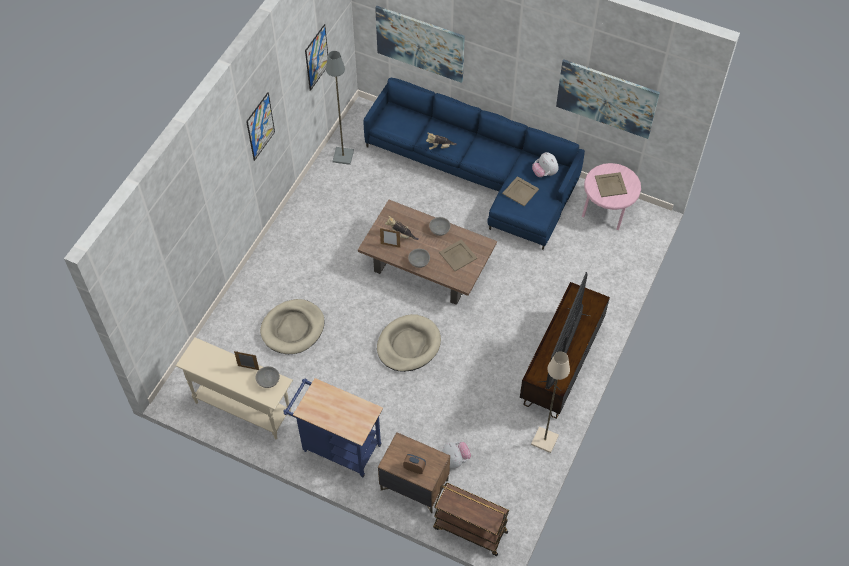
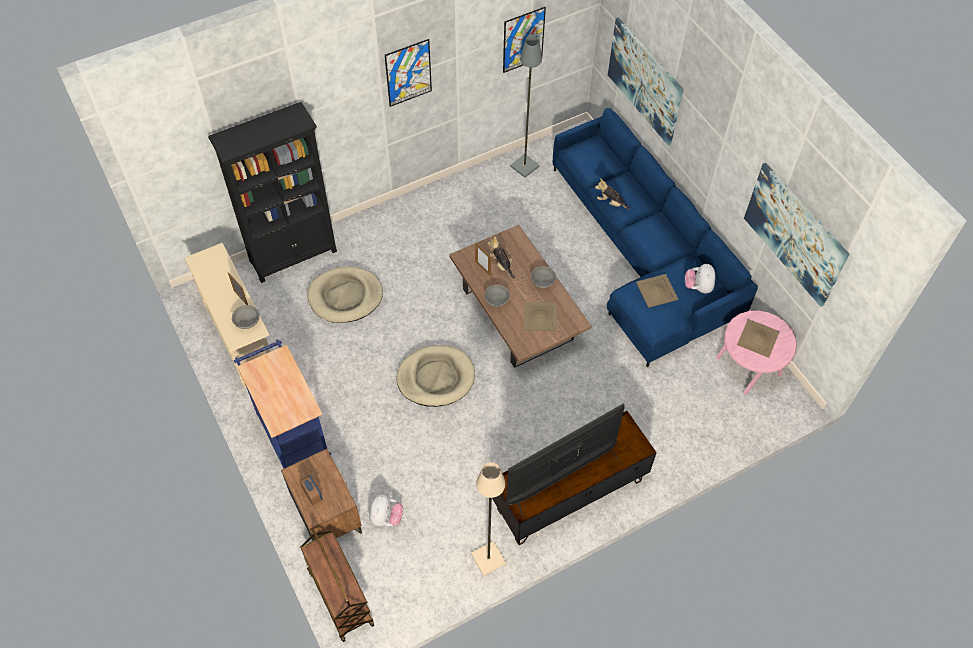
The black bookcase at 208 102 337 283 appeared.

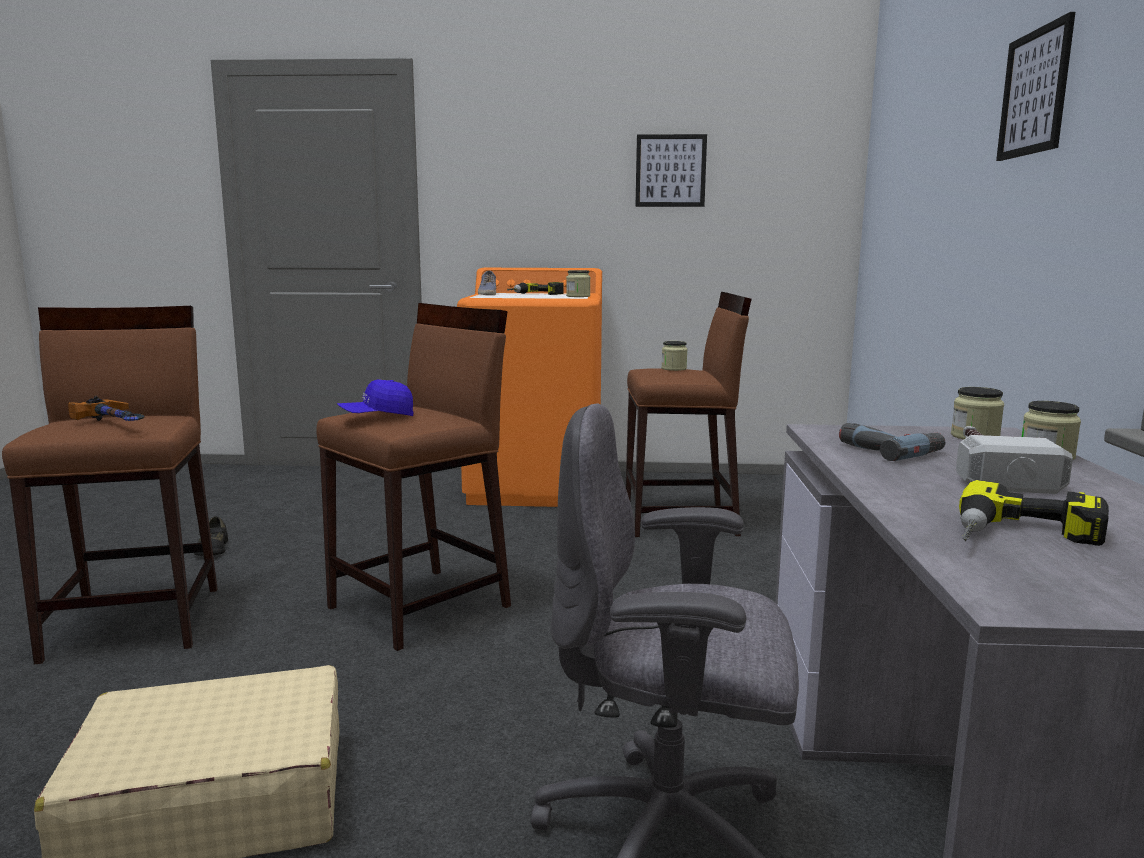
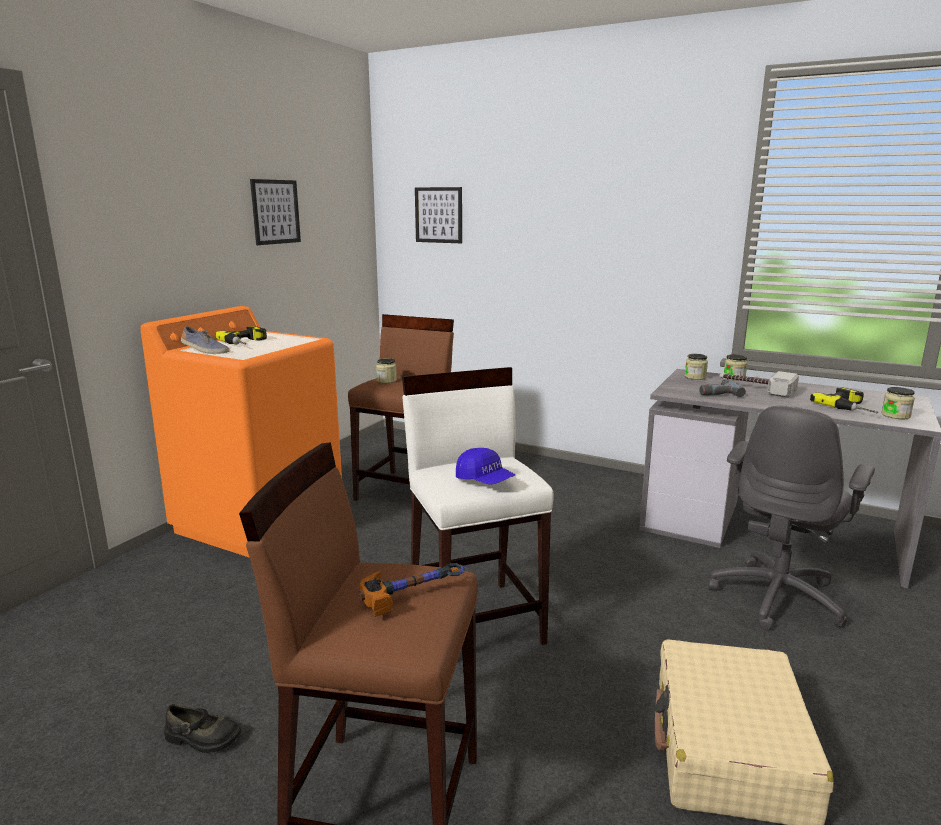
The brown stool at 316 303 511 651 became the white stool at 402 367 554 645. The picture moved from 996 12 1075 161 to 415 187 462 243. The blue cap at 337 379 413 416 turned 45 degrees counterclockwise. The jar moved from 566 270 590 297 to 881 387 915 419.

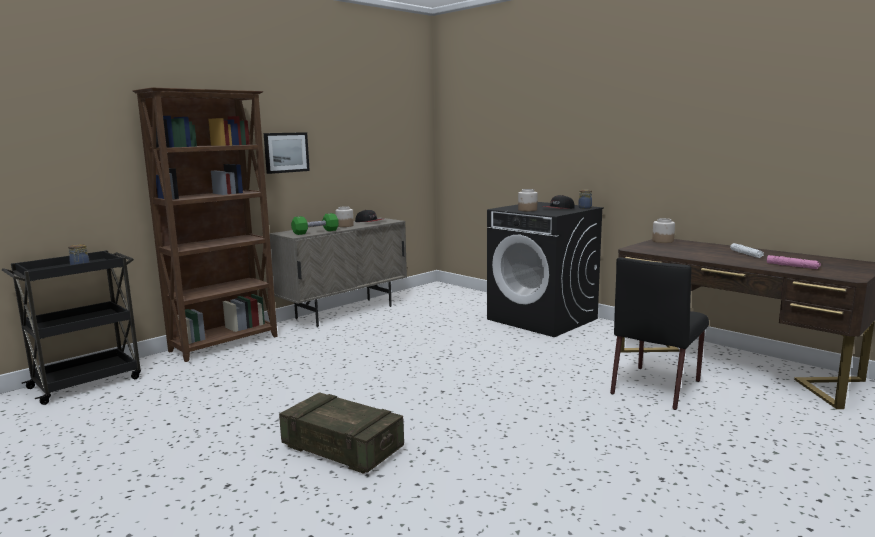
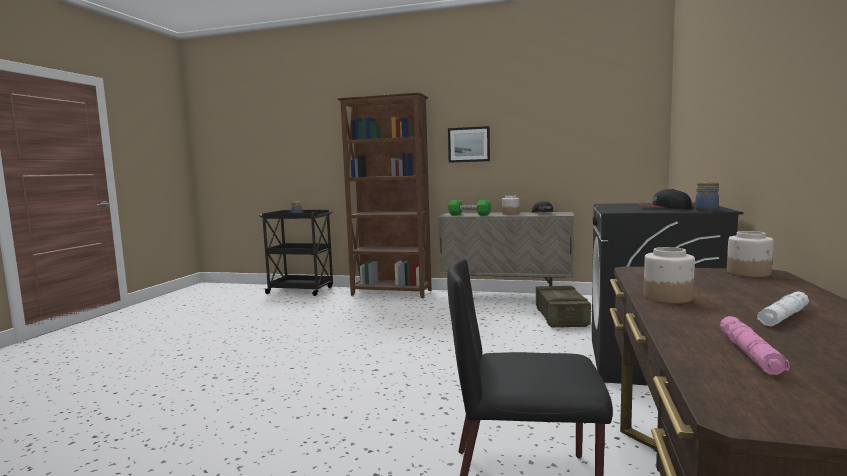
The crate moved from 279 392 404 474 to 536 286 591 327. The jar moved from 518 189 538 211 to 644 247 695 303.

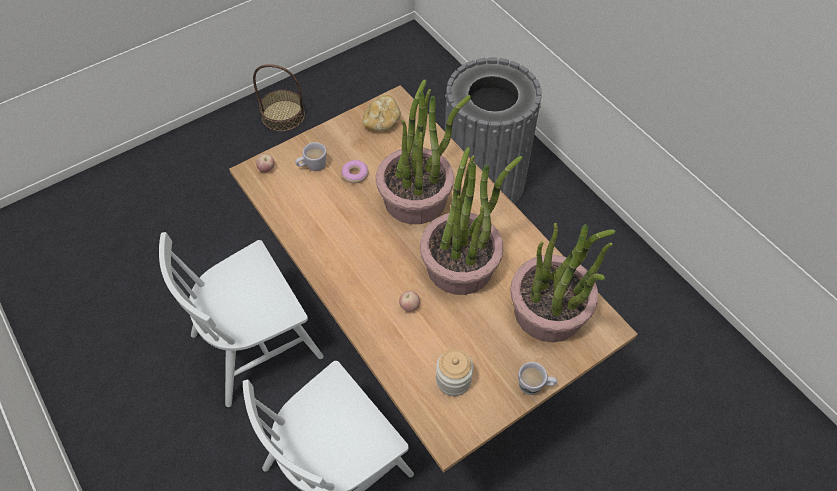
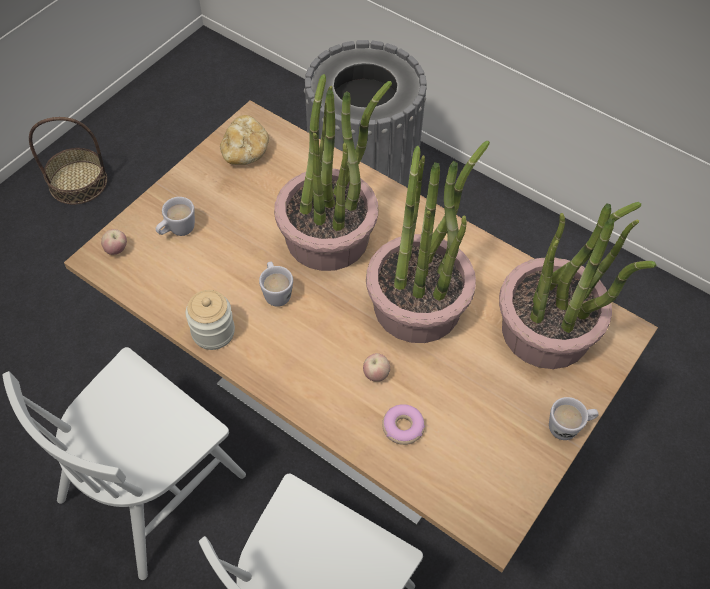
The jar moved from 436 349 473 396 to 186 290 235 350. The white mug at 259 262 293 307 appeared. The donut moved from 341 160 369 184 to 382 404 425 445.

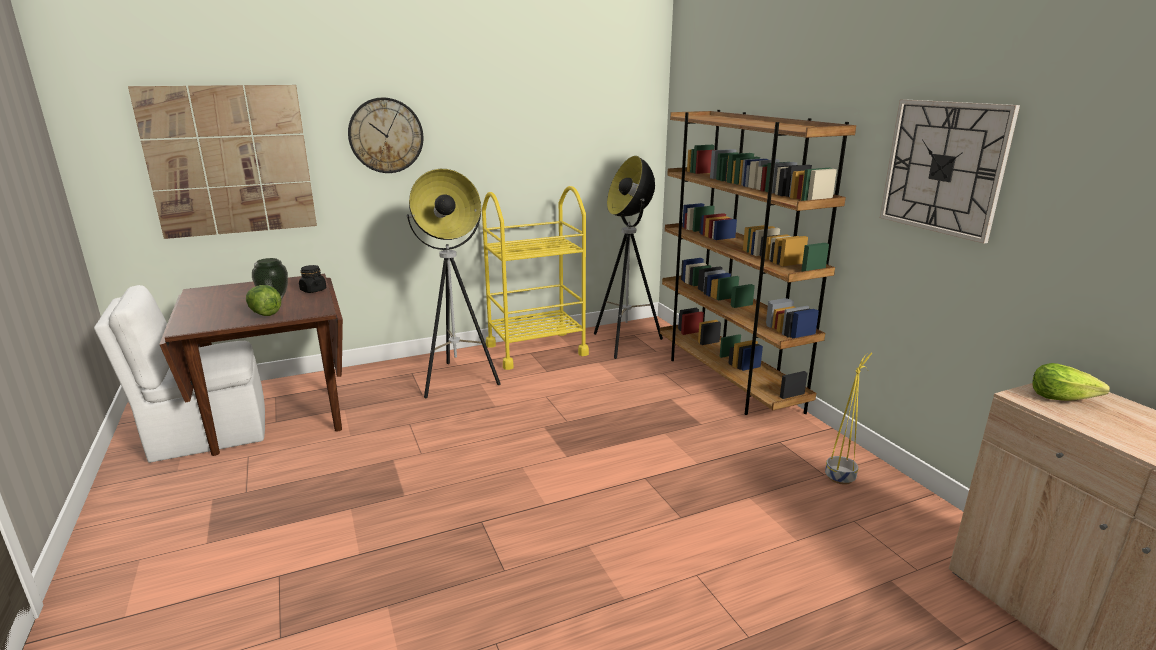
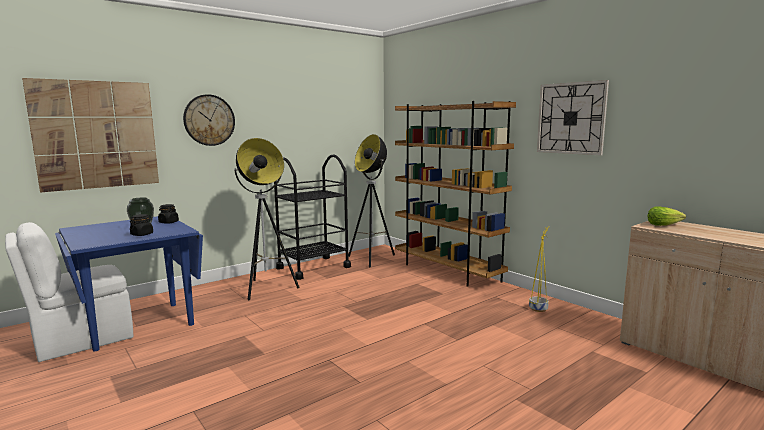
The brown dining table at 159 274 343 456 became the blue dining table at 55 216 203 352. The lettuce at 246 285 281 316 was replaced by the black jar at 130 214 153 236. The yellow cart at 482 186 589 370 became the black cart at 274 154 351 280.

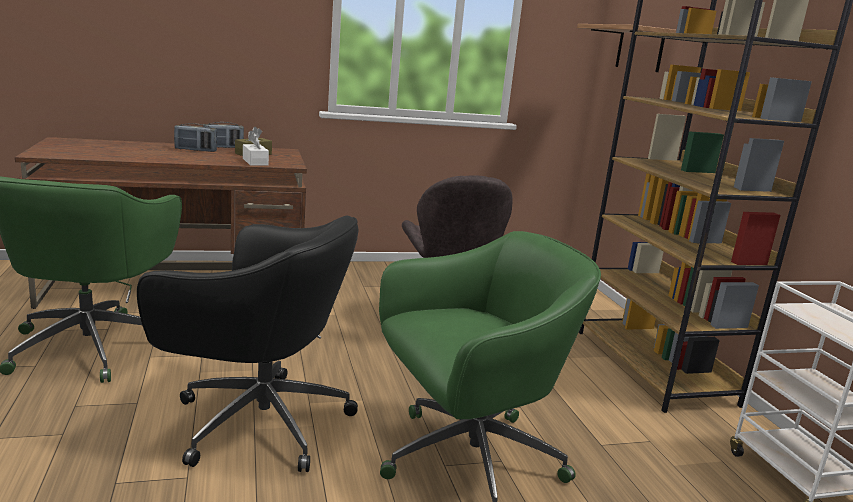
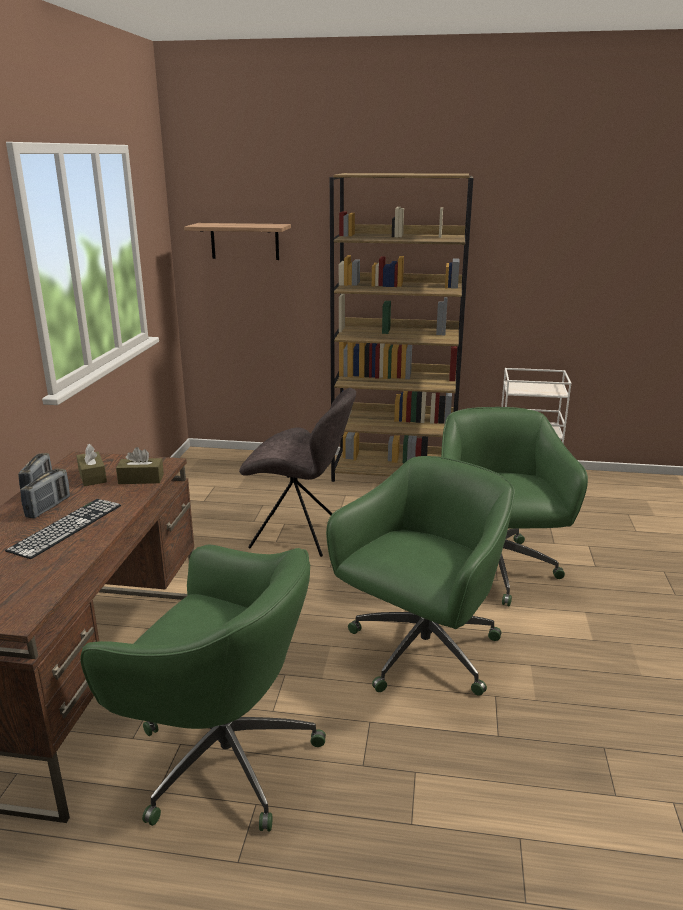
The keyboard at 5 499 121 559 appeared. The white tissue box at 243 133 269 166 became the brown tissue box at 116 447 164 484. The black office chair at 137 215 359 472 became the green office chair at 326 456 515 696.

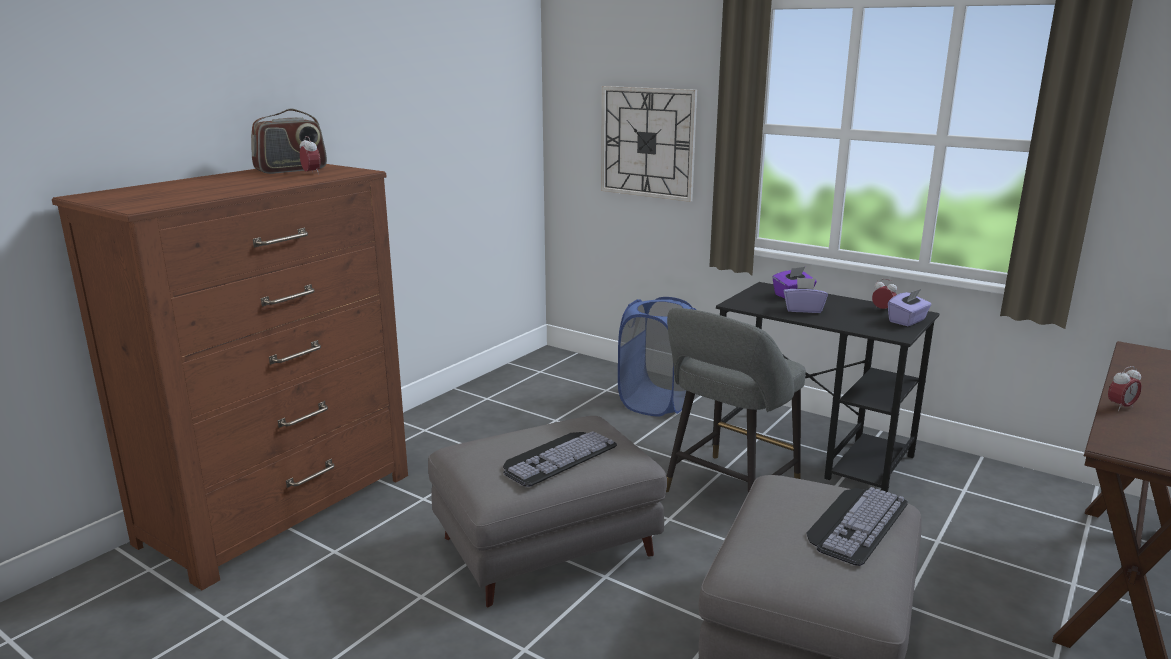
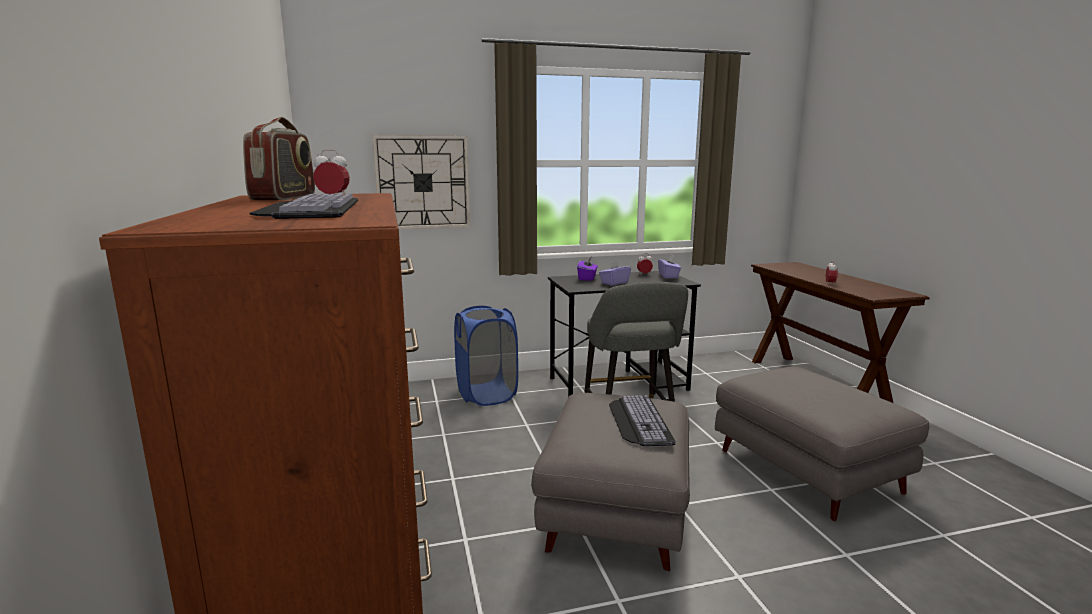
The keyboard moved from 806 487 908 566 to 249 193 358 219.

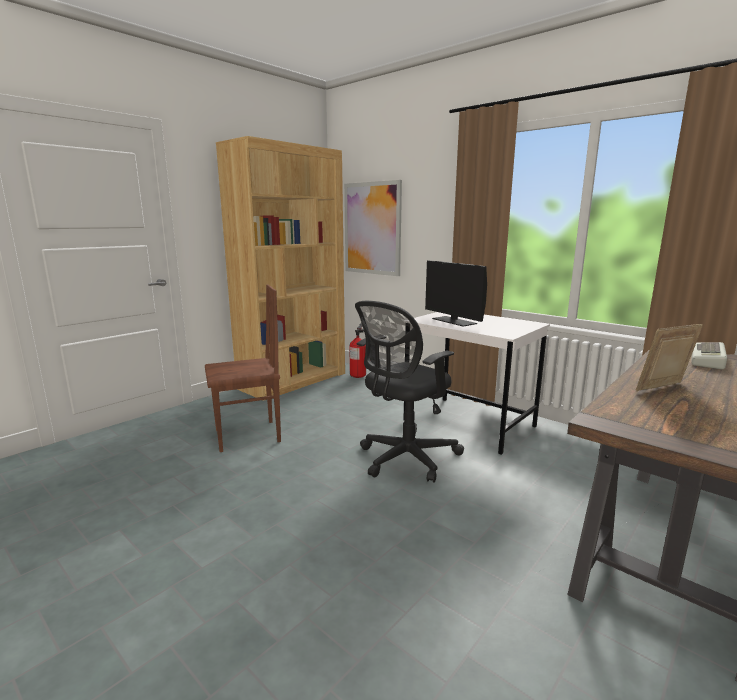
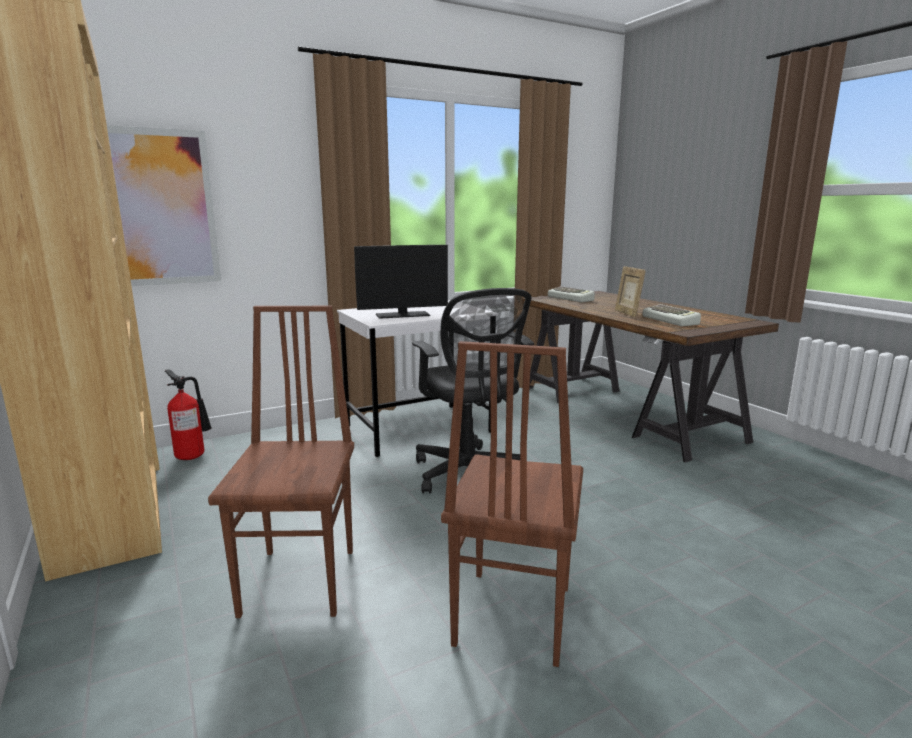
The brown chair at 441 341 583 667 appeared. The keyboard at 642 304 701 327 appeared.

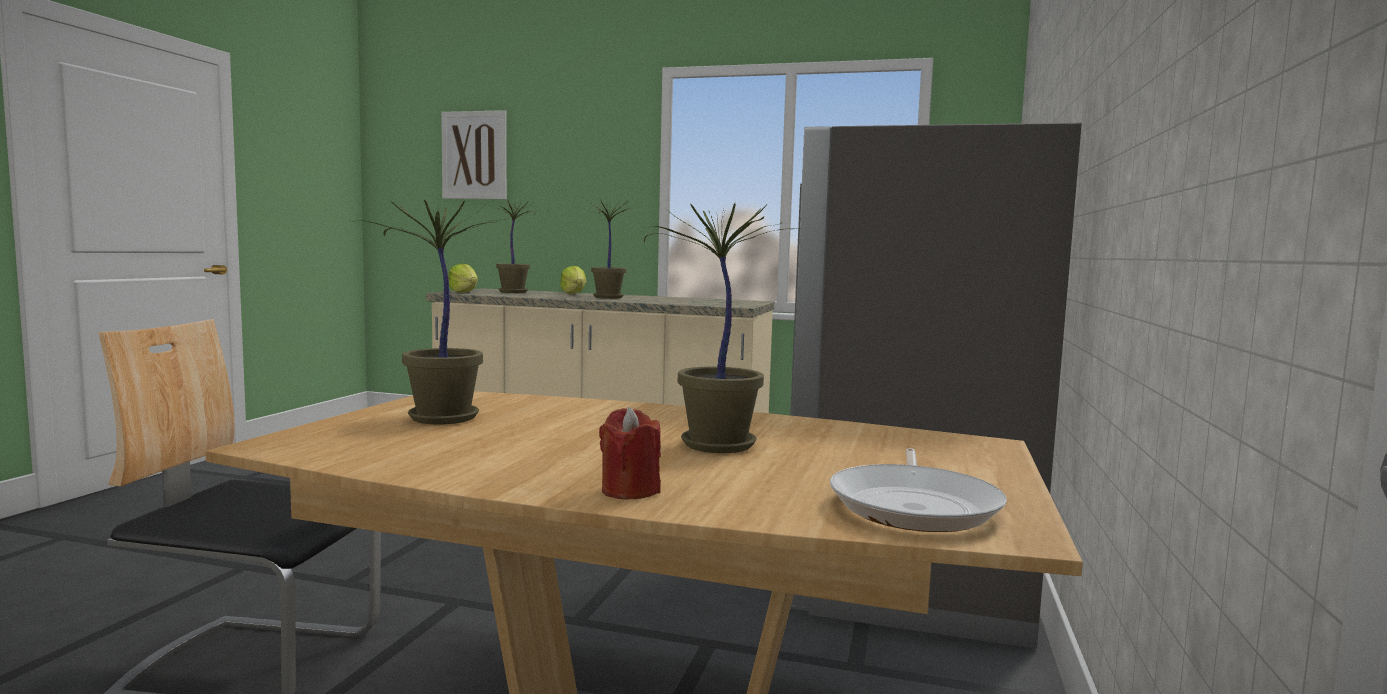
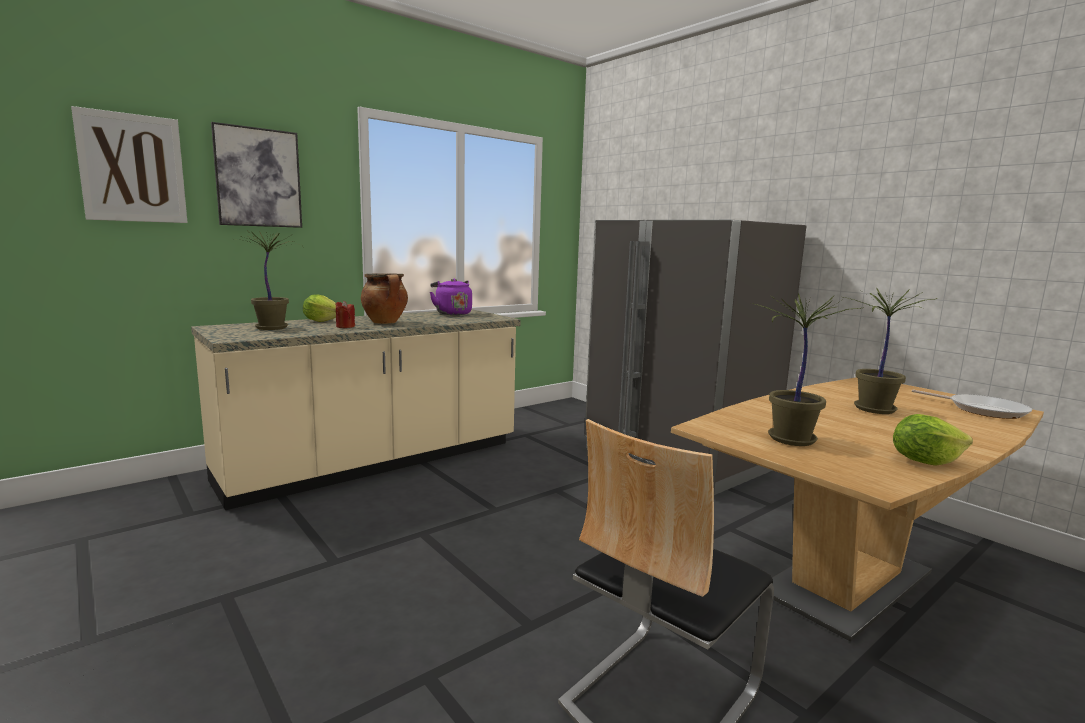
The picture at 211 122 302 228 appeared. The red candle moved from 599 407 661 500 to 335 301 355 328. The potted plant at 581 201 638 299 was replaced by the cooking pot at 361 273 408 324. The purple kettle at 430 279 472 315 appeared. The lettuce moved from 449 263 478 293 to 893 414 973 466.

